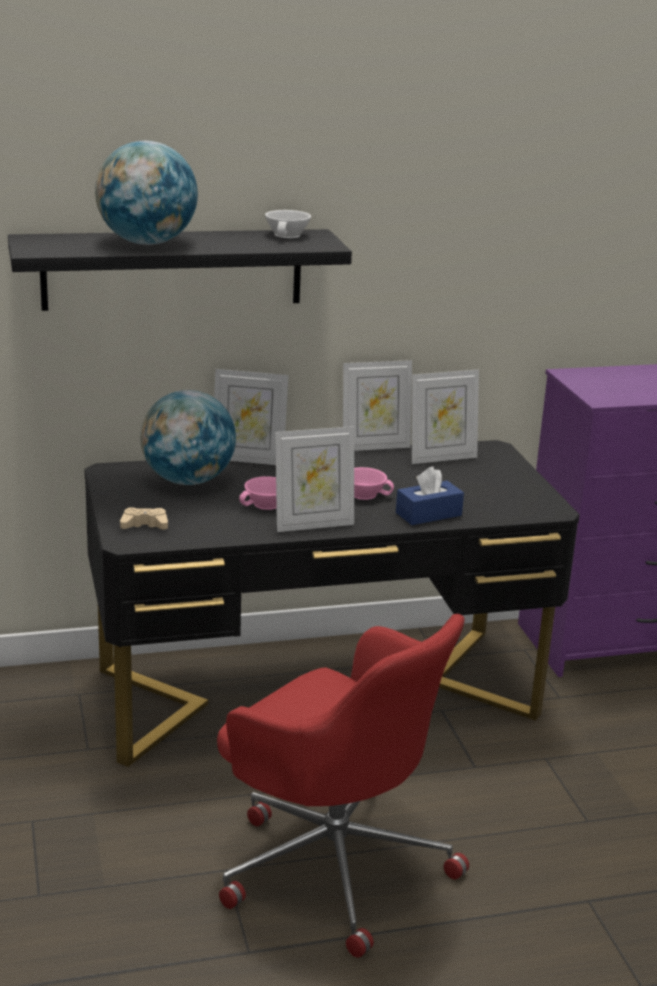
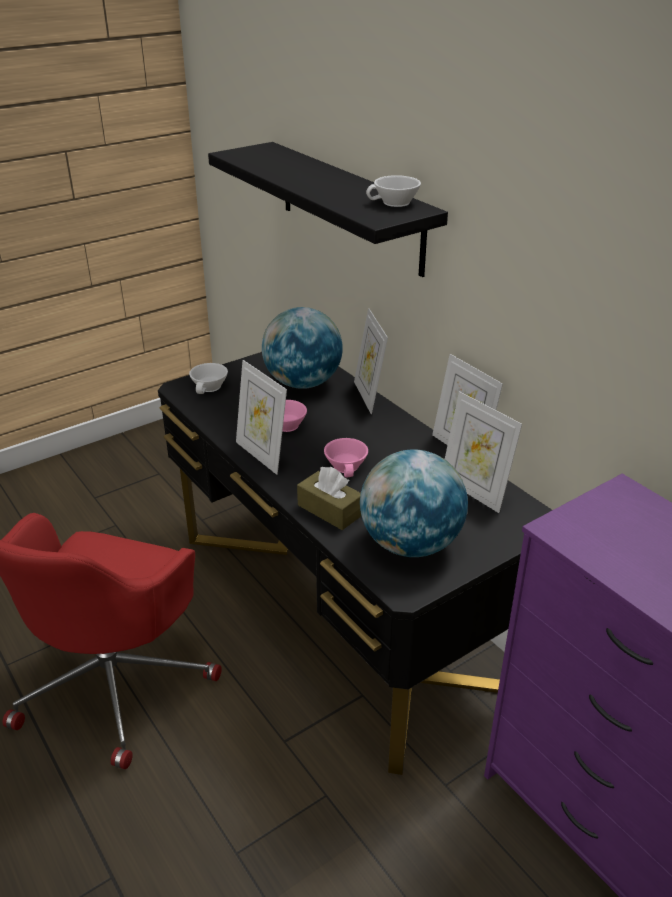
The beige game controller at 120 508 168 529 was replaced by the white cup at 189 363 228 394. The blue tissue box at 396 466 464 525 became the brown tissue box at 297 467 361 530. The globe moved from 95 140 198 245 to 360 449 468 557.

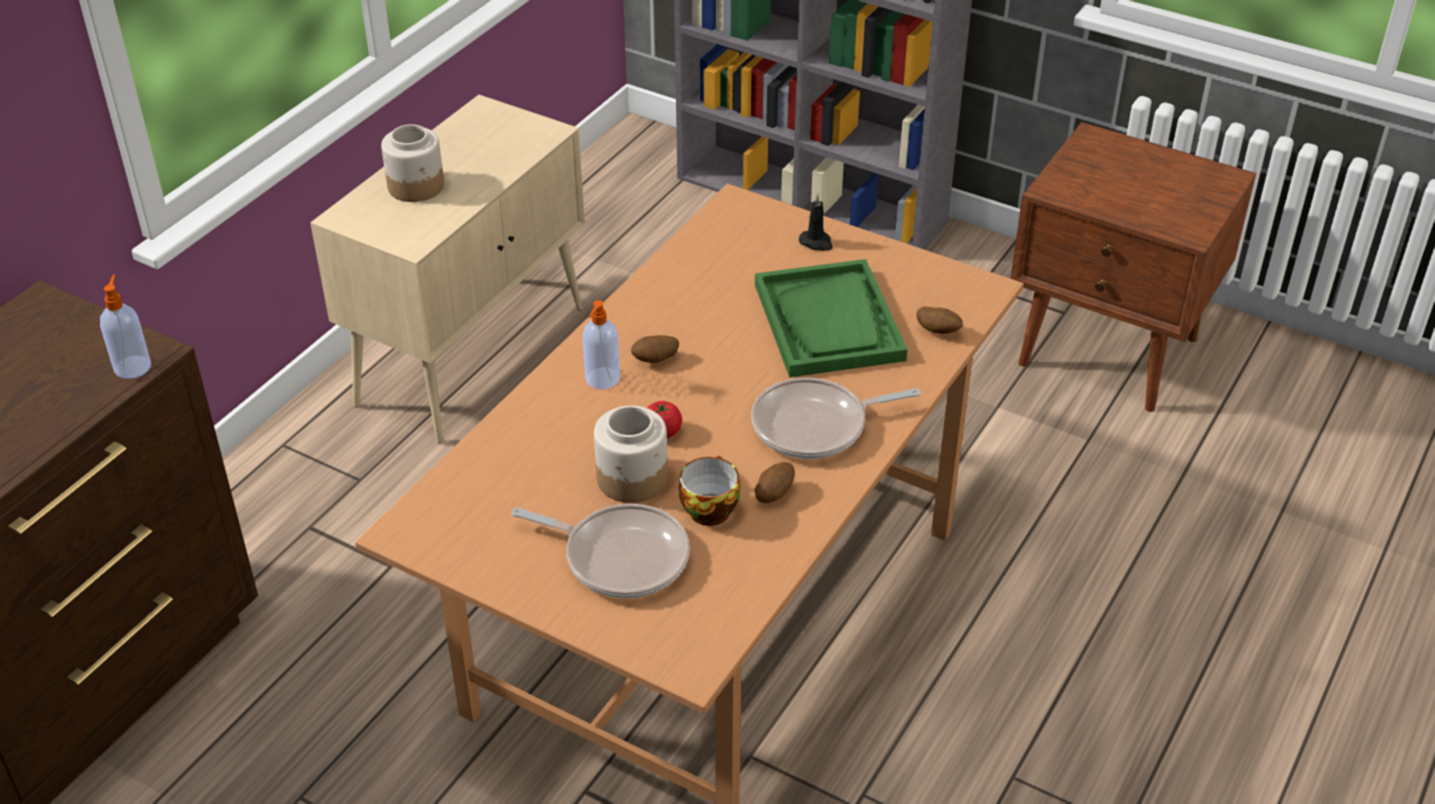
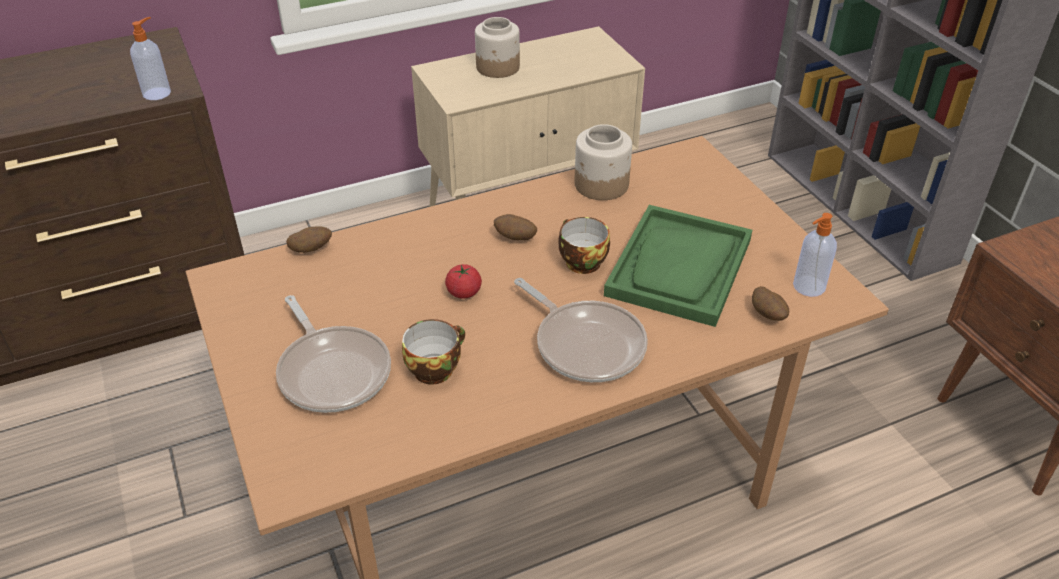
The potato moved from 755 462 795 503 to 286 226 332 253. The frying pan at 752 378 921 459 turned 150 degrees counterclockwise. The cup at 559 217 610 274 appeared. The jar moved from 594 406 668 503 to 574 124 632 200. The soap dispenser moved from 582 300 620 389 to 793 213 837 297. The black candle at 799 193 833 251 disappeared.

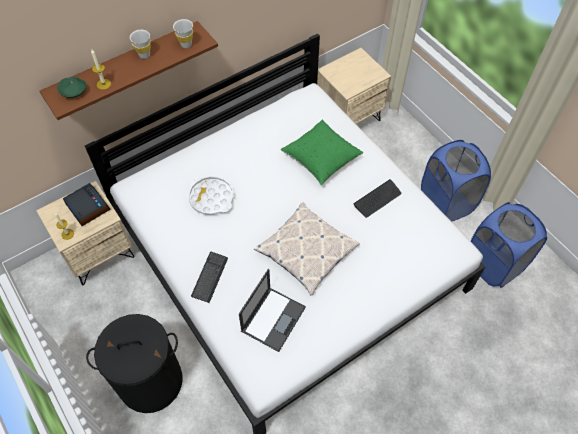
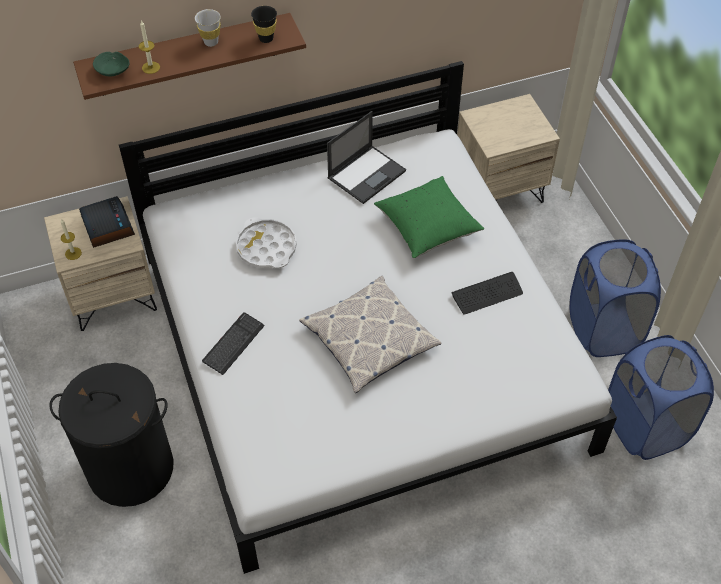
The white cup at 173 19 193 48 became the black cup at 251 6 277 43. The laptop moved from 239 269 306 352 to 327 111 406 204.

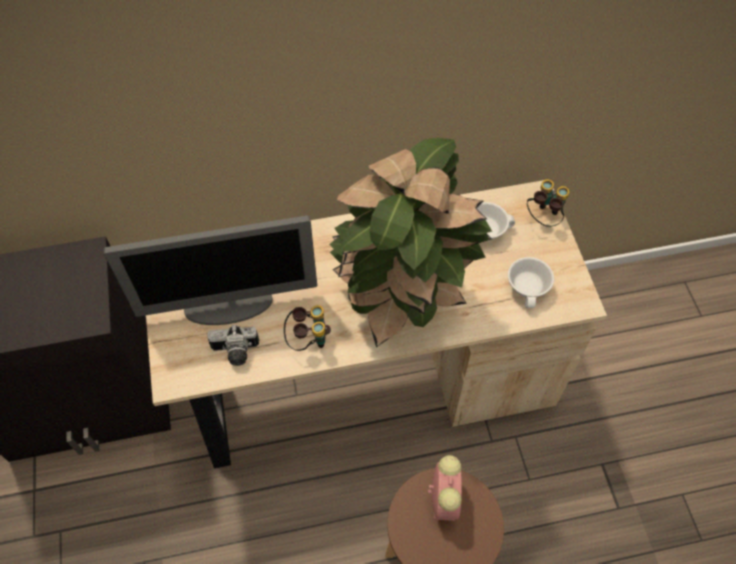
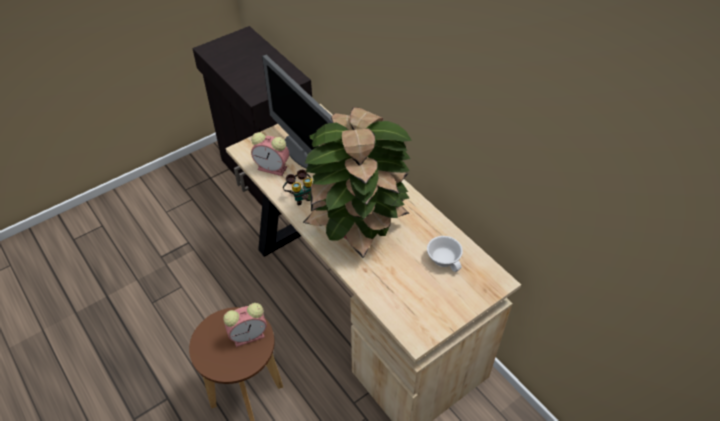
The photo camera at 207 324 260 366 was replaced by the alarm clock at 251 132 289 176. The white cup at 508 257 554 308 disappeared. The binoculars at 527 179 569 227 disappeared.

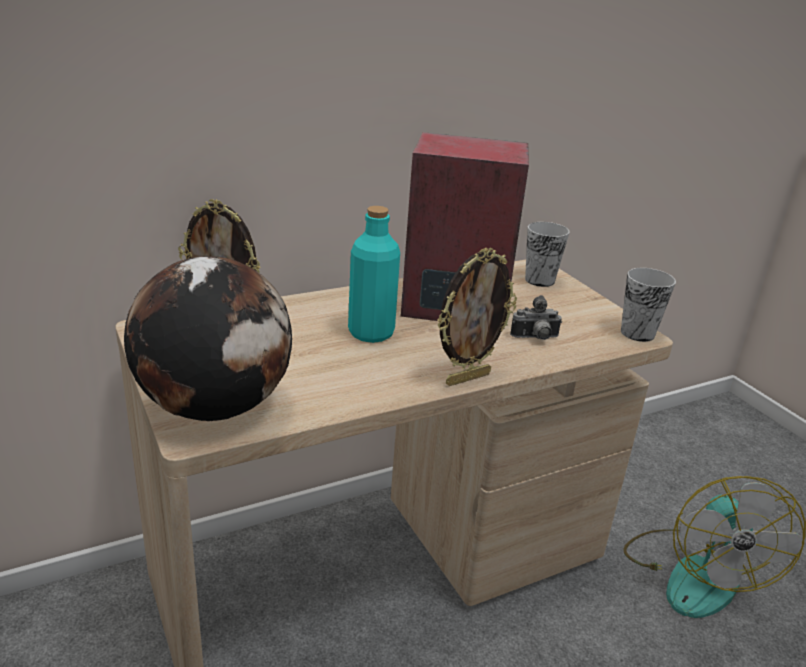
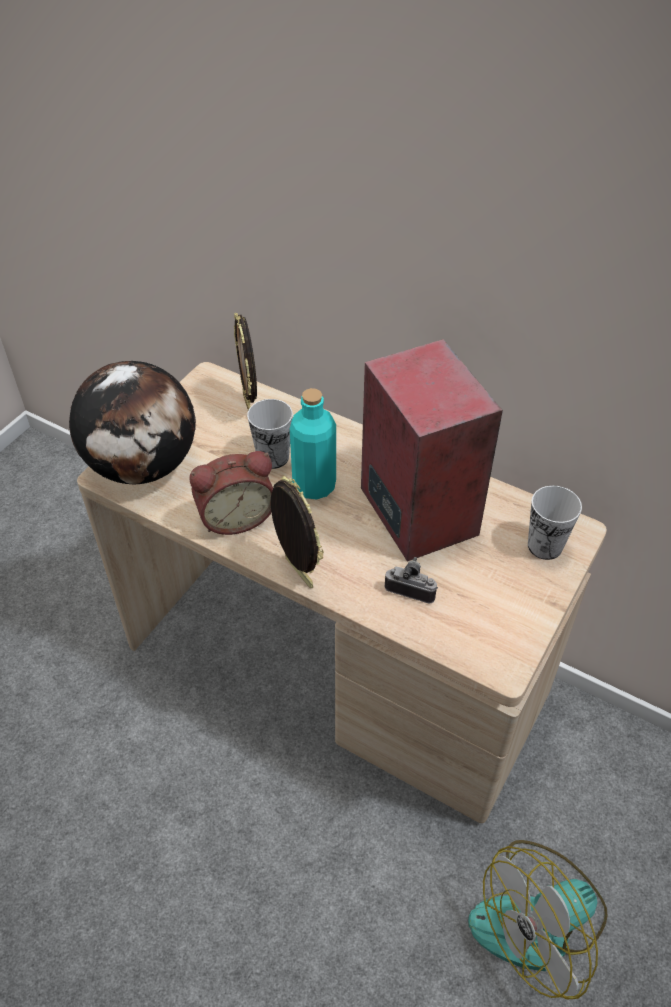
The alarm clock at 189 451 273 535 appeared. The cup moved from 621 268 676 342 to 247 399 293 469. The picture frame at 437 247 517 386 turned 150 degrees counterclockwise. The photo camera at 510 295 562 340 turned 150 degrees clockwise.

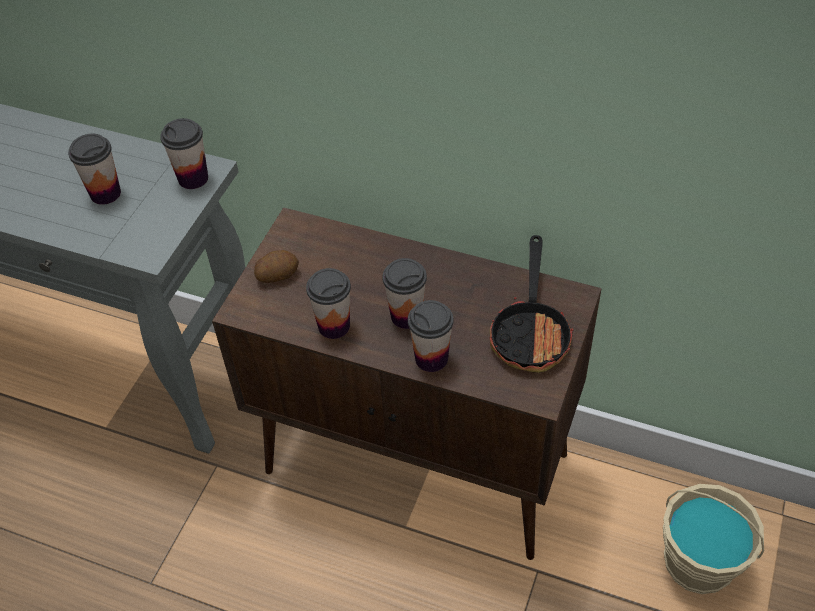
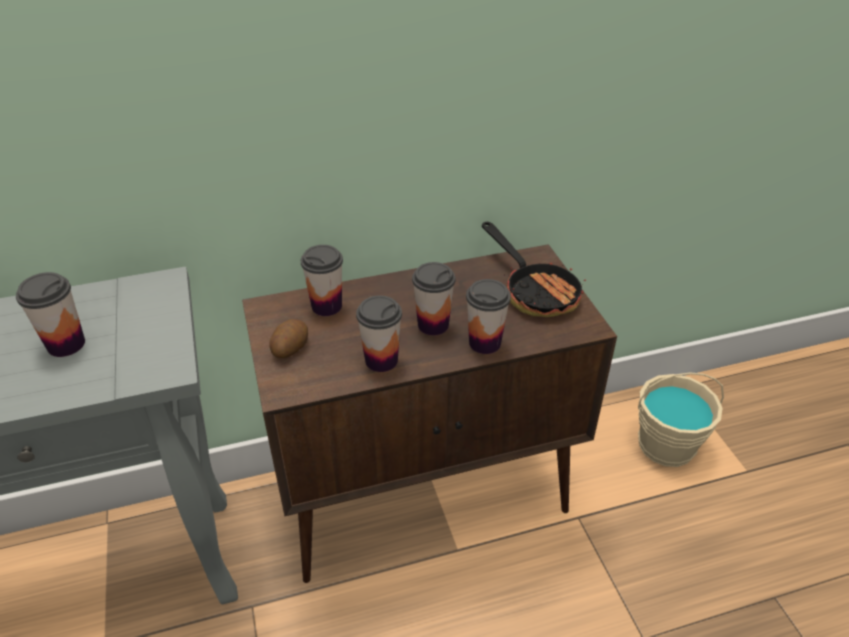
The cup moved from 160 118 208 189 to 301 245 343 316.

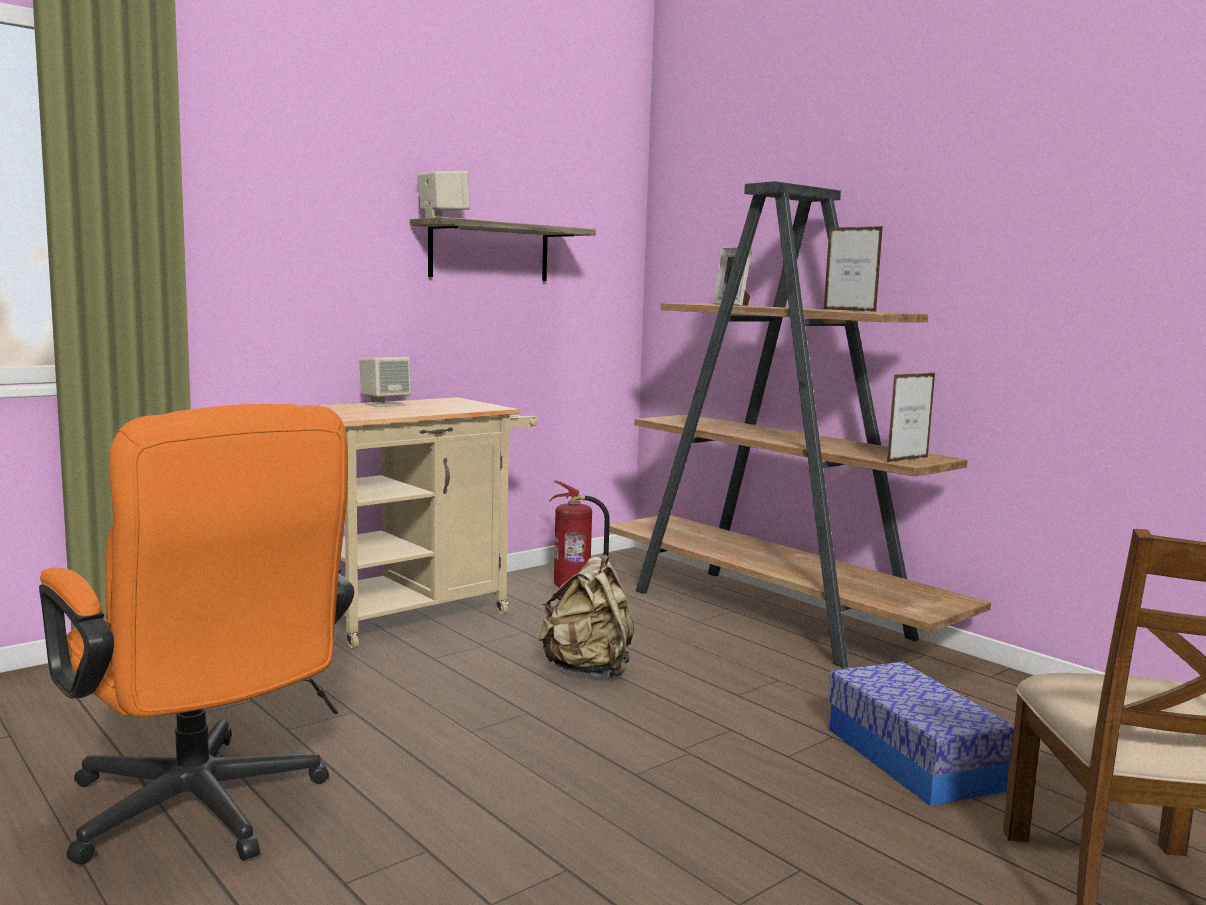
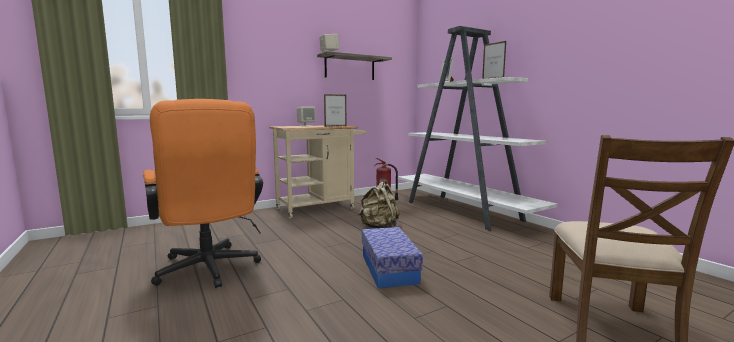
The picture frame moved from 887 373 935 462 to 324 94 346 127. The storage box moved from 828 662 1014 806 to 362 227 423 288. The brown bookcase at 609 181 991 668 became the white bookcase at 398 26 557 231.

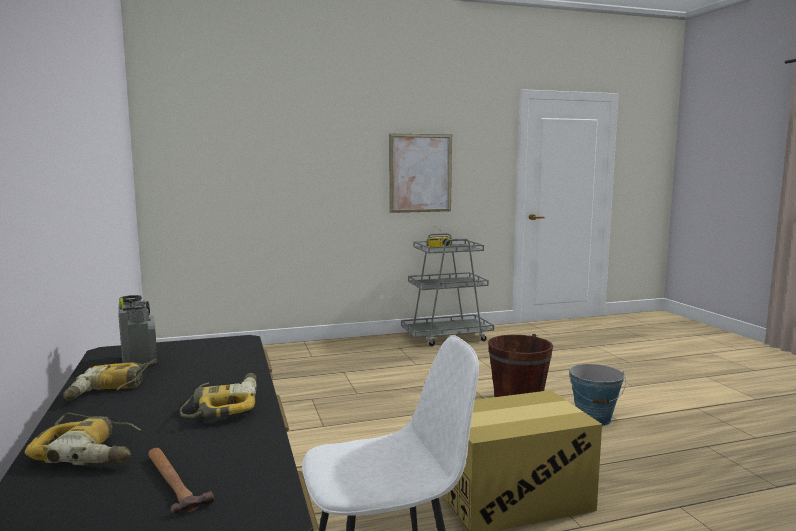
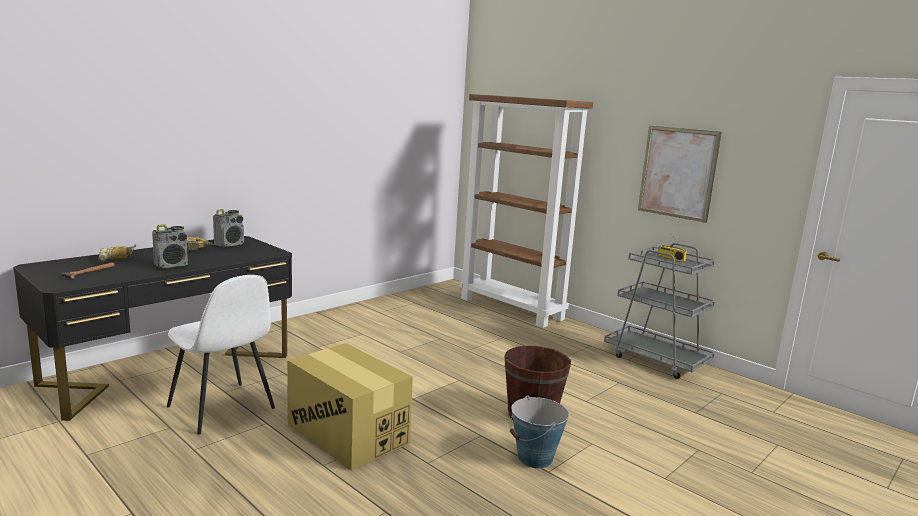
The power drill at 180 373 256 418 was replaced by the radio at 152 225 189 268. The brown bookcase at 460 94 593 328 appeared.

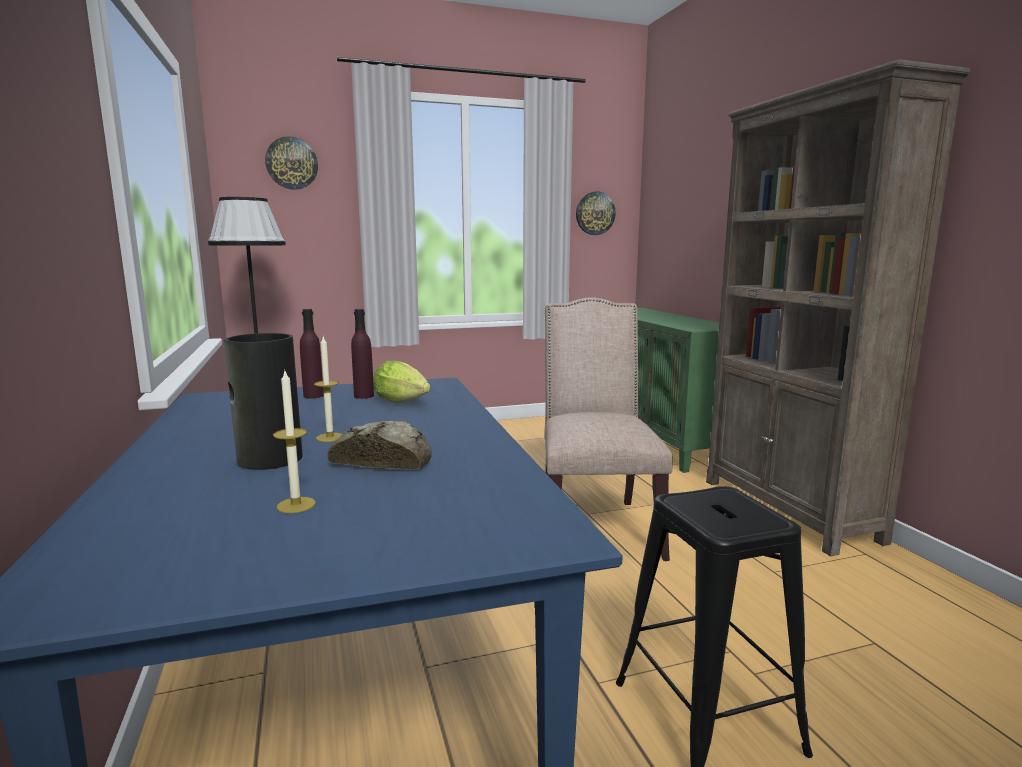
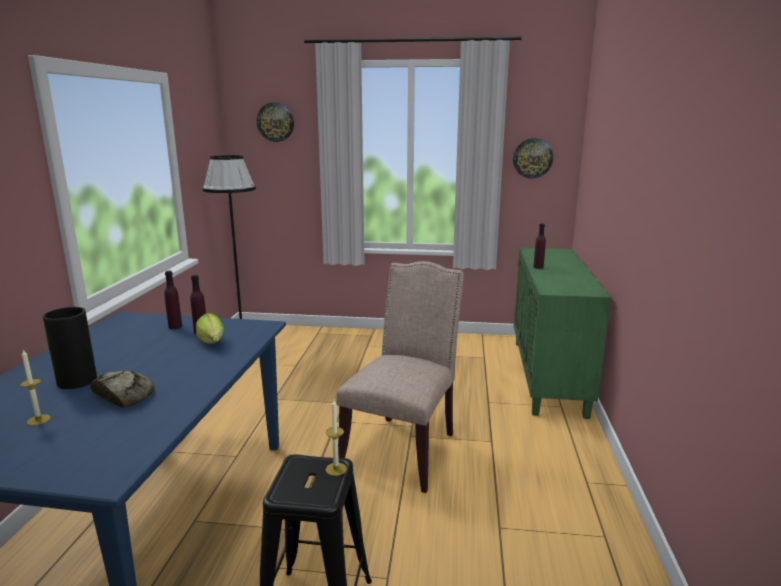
The candle moved from 314 337 342 442 to 326 399 347 476. The purple bottle at 534 223 546 269 appeared. The brown bookcase at 706 59 970 556 disappeared.

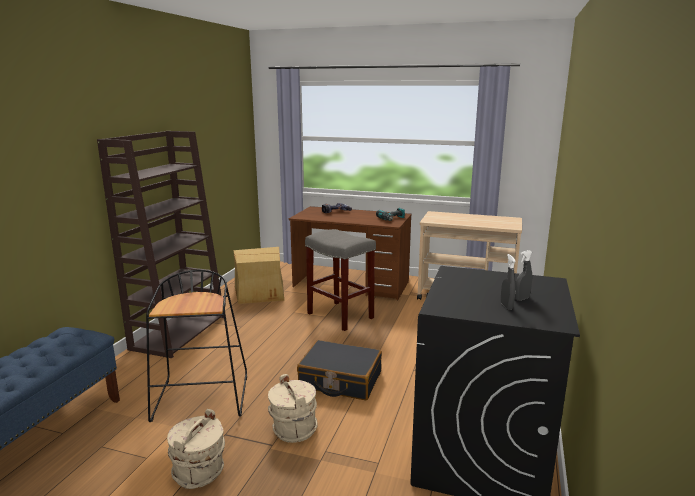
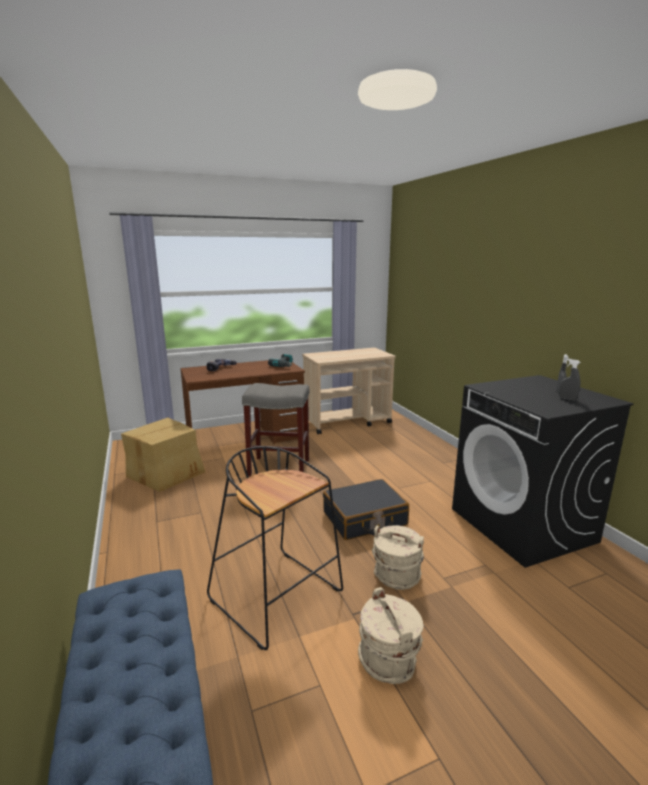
The brown bookcase at 97 131 224 358 disappeared.

